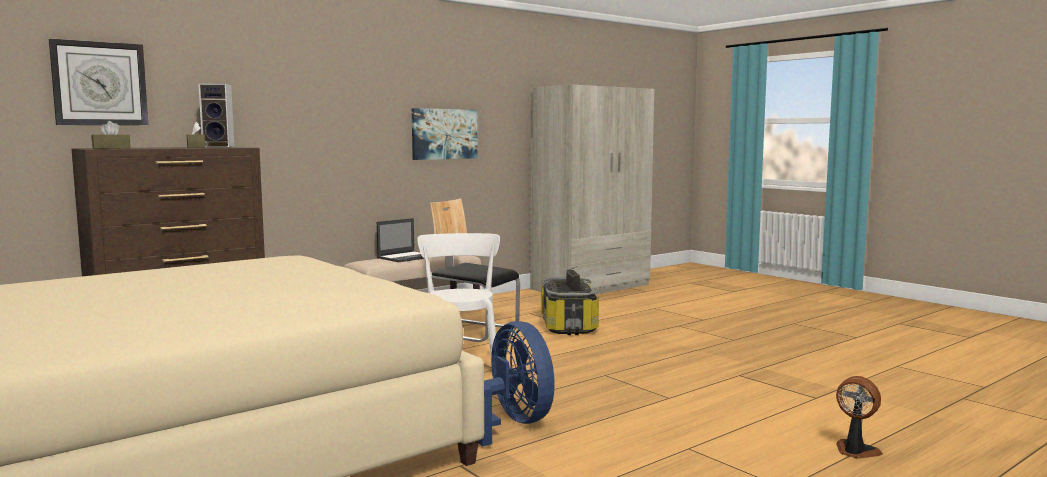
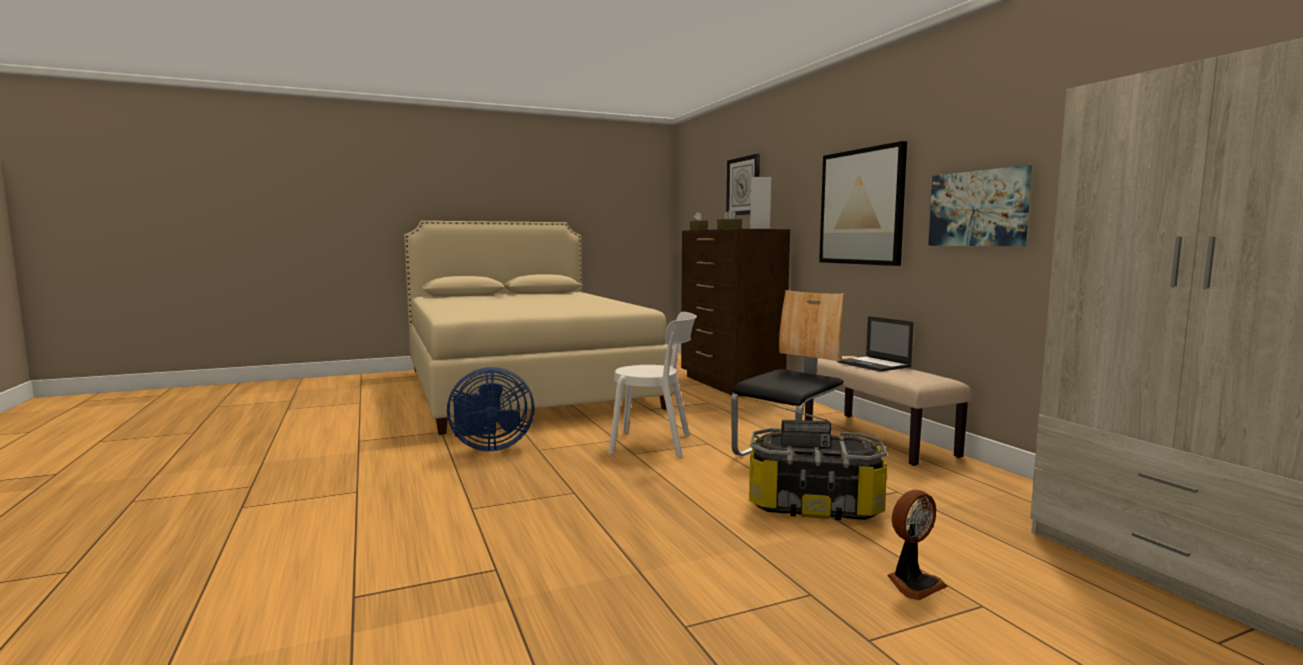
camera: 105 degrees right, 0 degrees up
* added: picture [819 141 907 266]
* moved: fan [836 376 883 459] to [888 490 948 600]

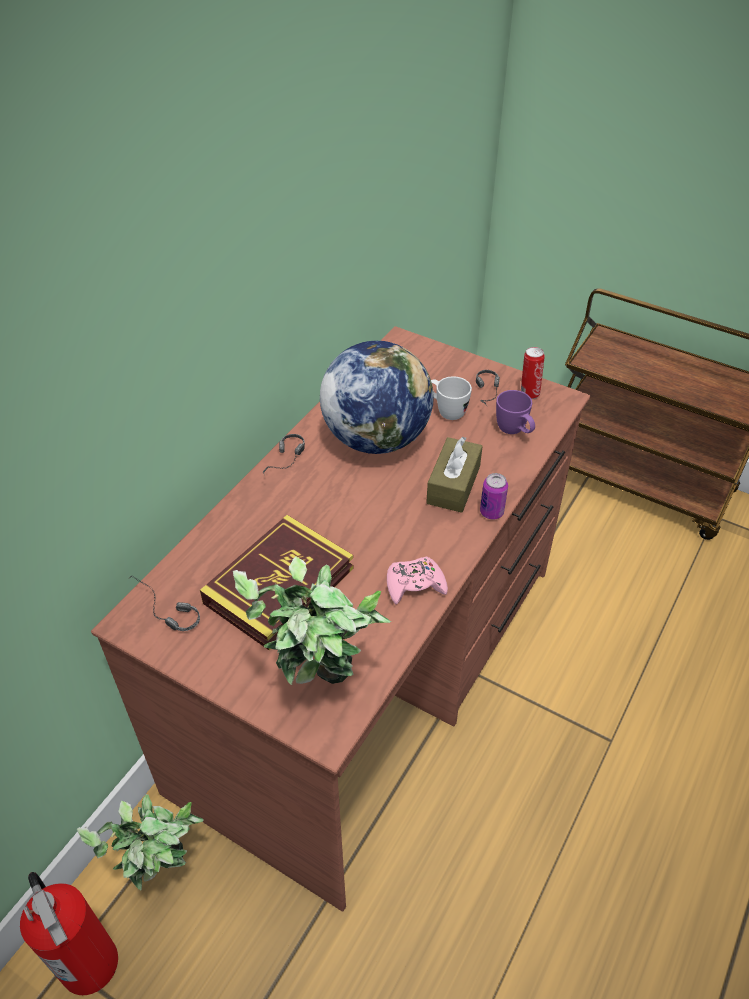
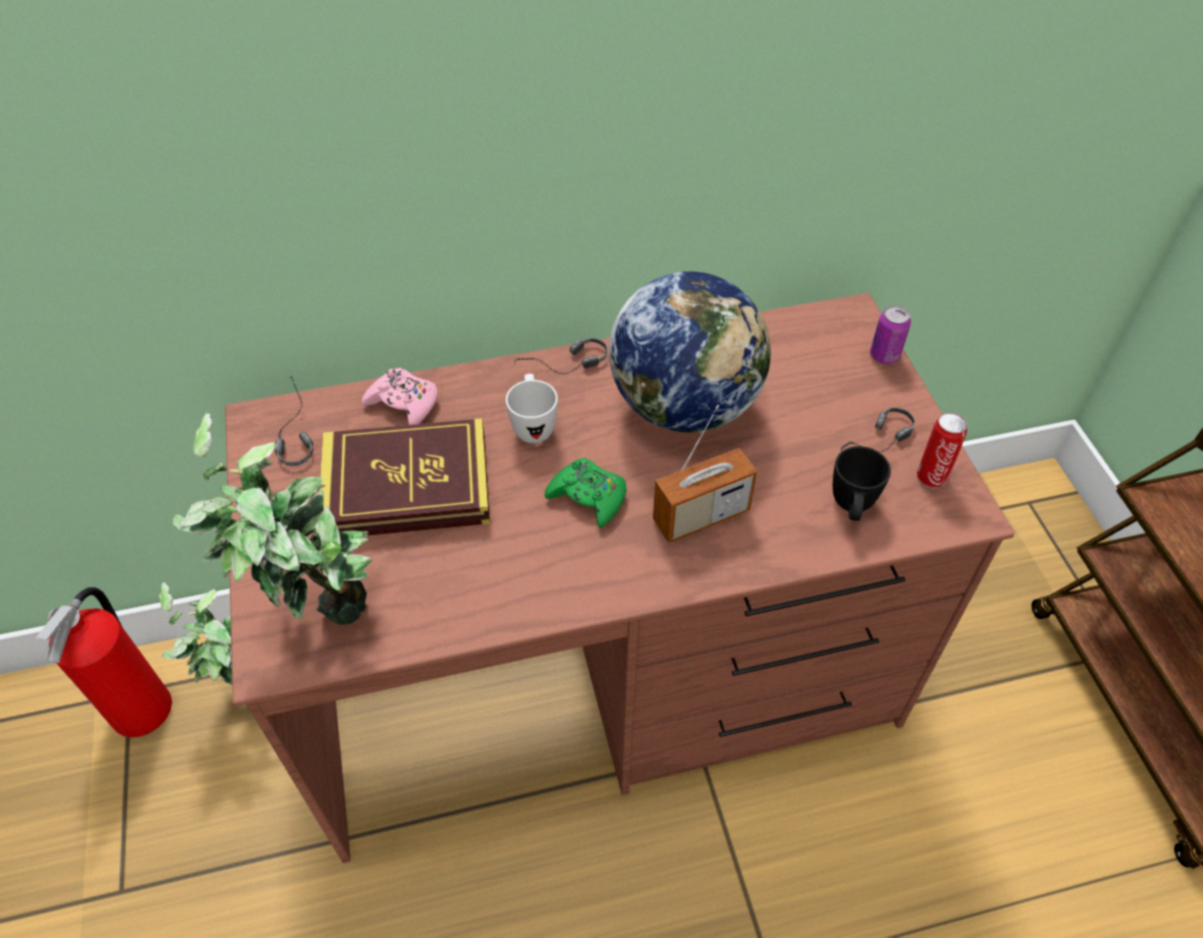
camera: 45 degrees right, 5 degrees up
* added: green game controller [545 458 626 528]
* moved: pink game controller [387 557 448 605] to [362 368 438 425]
* moved: white mug [431 376 472 420] to [506 374 558 443]
* moved: can [480 473 508 519] to [870 306 911 364]
* replaced: brown tissue box [426 437 483 513] to radio [653 405 757 543]
* recoloured: purple mug [496 390 535 434] to black mug [833 446 891 521]

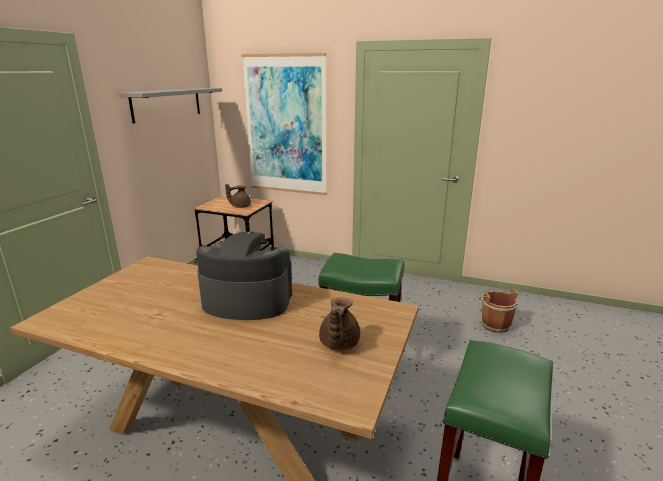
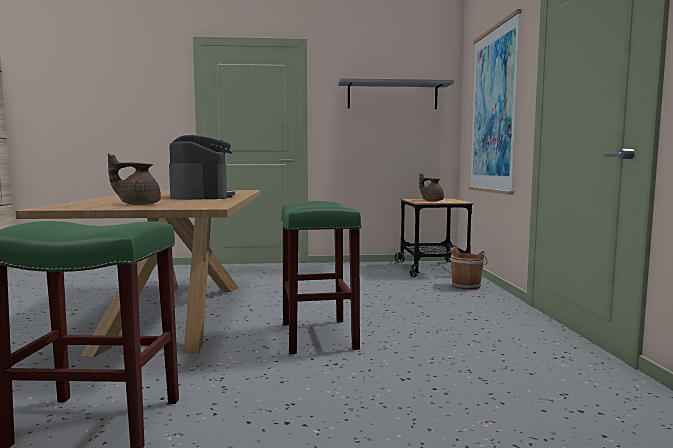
camera: 65 degrees right, 15 degrees down
* moved: brown bucket [479 289 518 333] to [450 247 487 290]

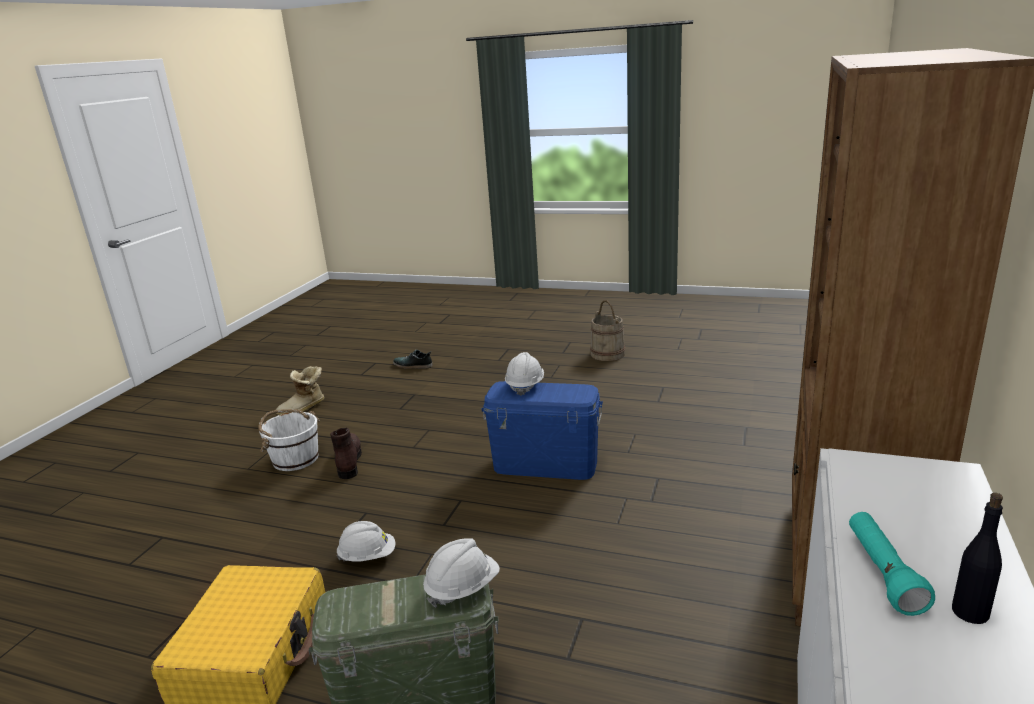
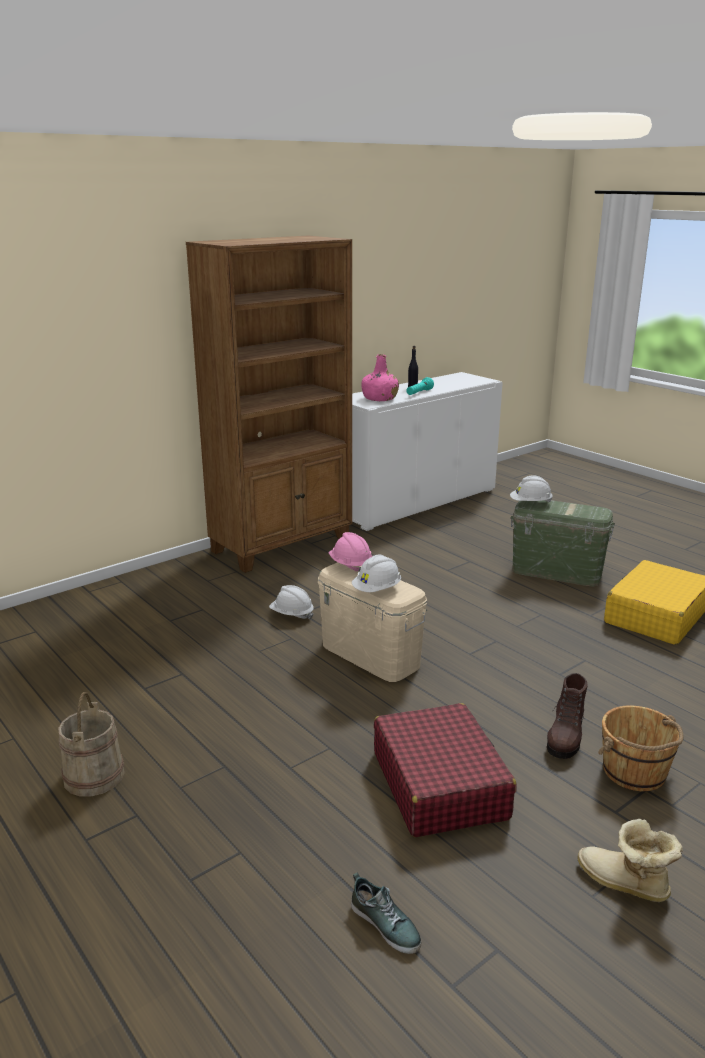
camera: 150 degrees left, 0 degrees up
* added: pink hard hat [329 532 372 572]
* added: pink bottle [362 354 399 401]
* added: red suitcase [374 703 517 837]
* moved: white hard hat [336 521 395 562] to [269 585 314 619]
* recoloured: white bucket [258 409 320 471] to brown bucket [598 705 684 791]
* recoloured: blue storage box [481 381 603 480] to beige storage box [318 562 427 682]
* turned: boot [276 366 325 415] = [578 819 683 902] 135 degrees counterclockwise

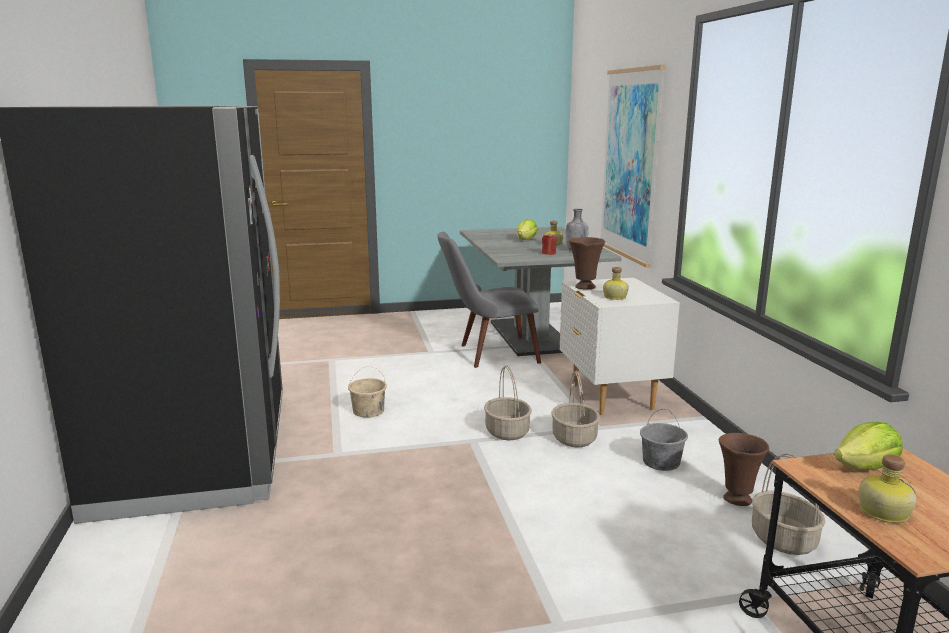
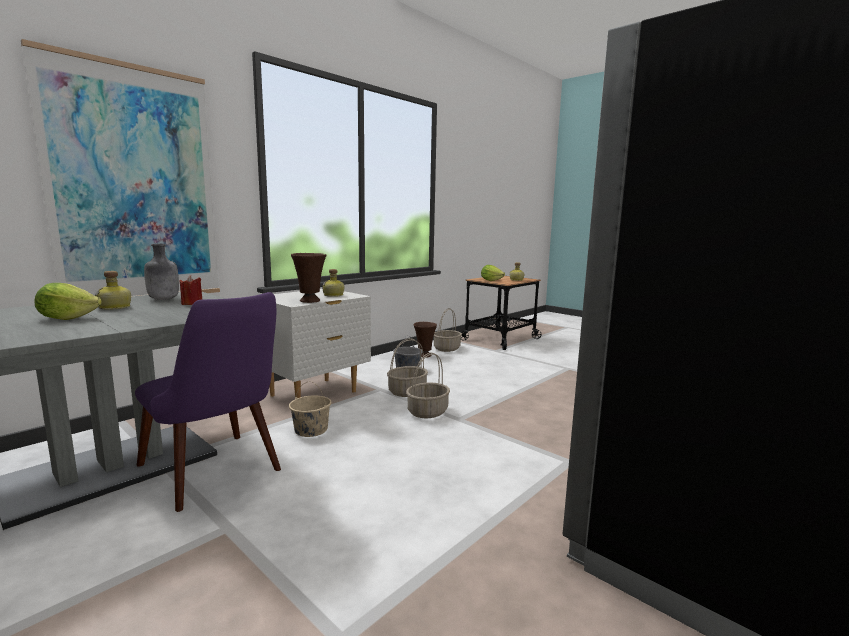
camera: 125 degrees left, 5 degrees down
* moved: beige bucket [348 366 387 418] to [289 381 331 437]
* recoloured: grey chair [438 232 541 368] to purple chair [135 292 281 512]

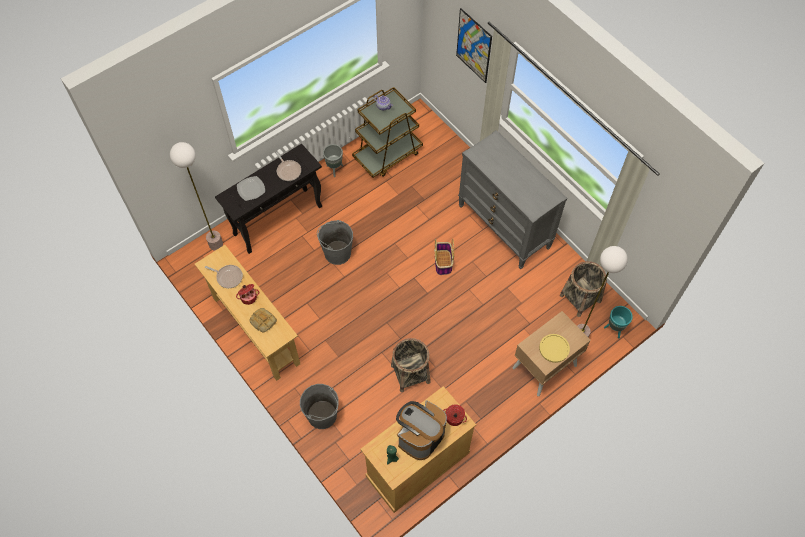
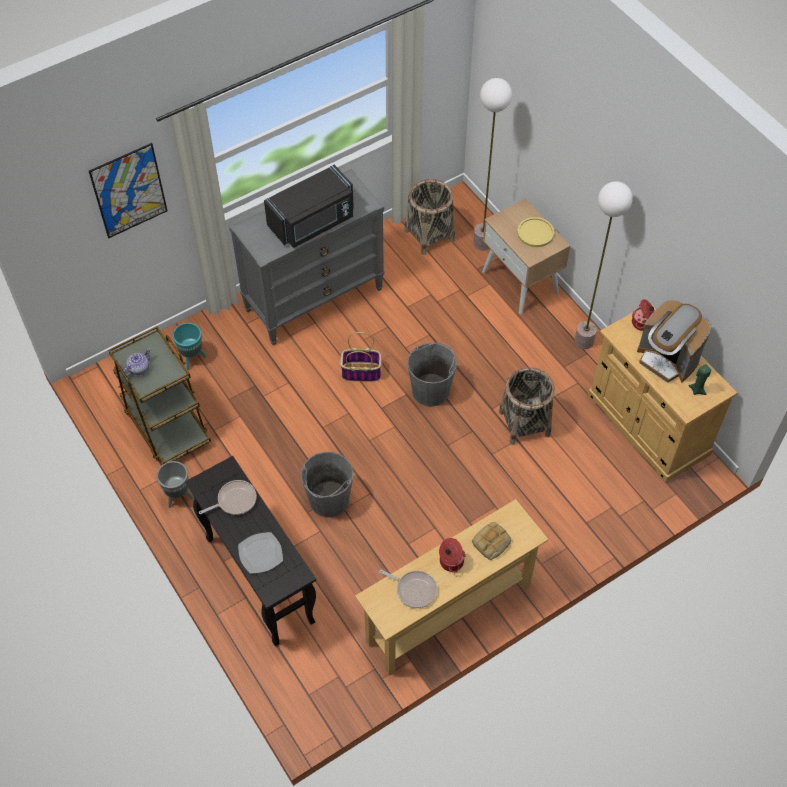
camera: 85 degrees left, 5 degrees down
* added: black microwave [264 165 354 248]
* moved: floor lamp [170 142 223 251] to [574 181 633 349]
* moved: grey bucket [300 384 339 429] to [407 343 457 407]
* moved: turquoise planter [604 306 633 338] to [172 323 207 370]
* turned: frying pan [205 265 243 288] = [379 569 437 608] 90 degrees clockwise

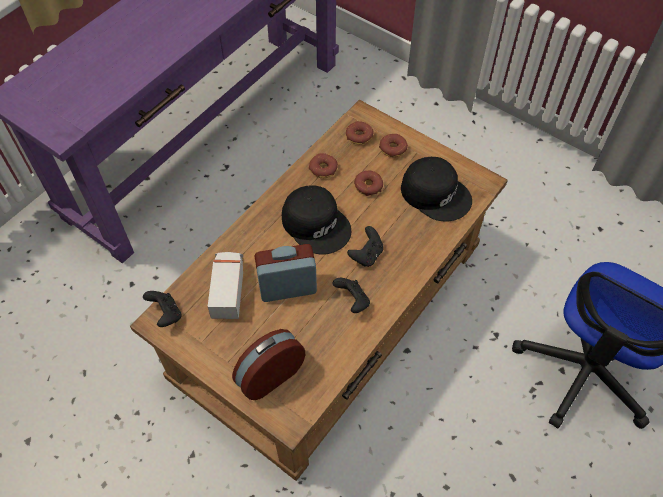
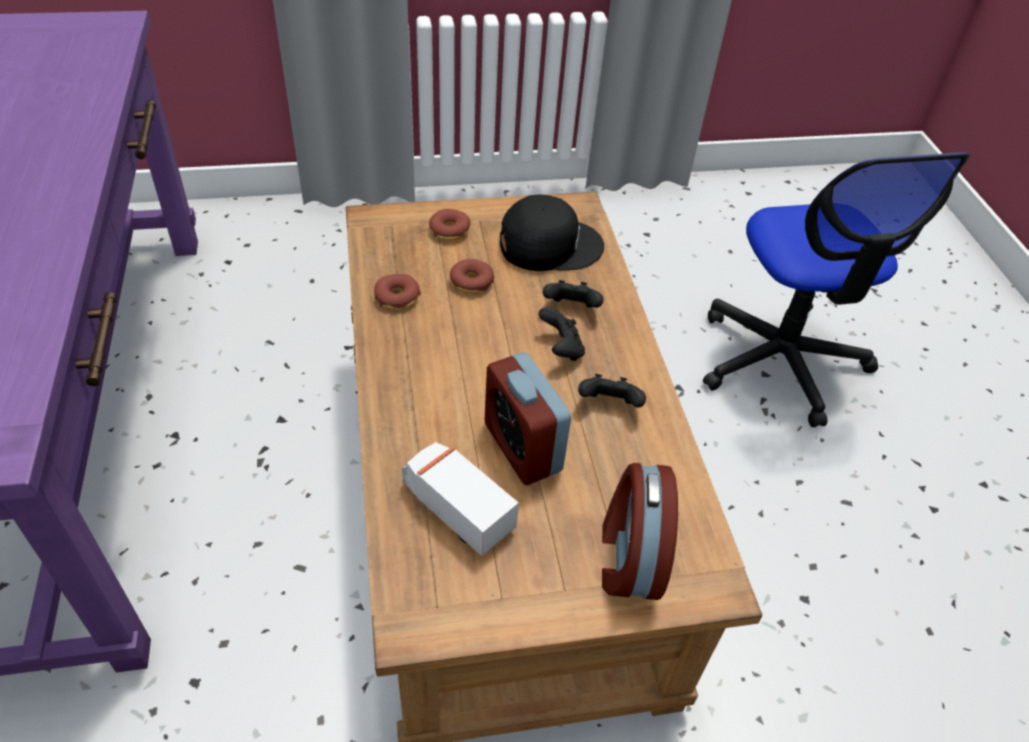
camera: 50 degrees left, 10 degrees down
* removed: black cap [282 185 351 255]
* removed: donut [346 121 373 145]
* moved: black game controller [143 291 182 327] to [543 280 604 308]
* turned: alarm clock [254 244 317 302] = [485 352 571 485] 60 degrees counterclockwise

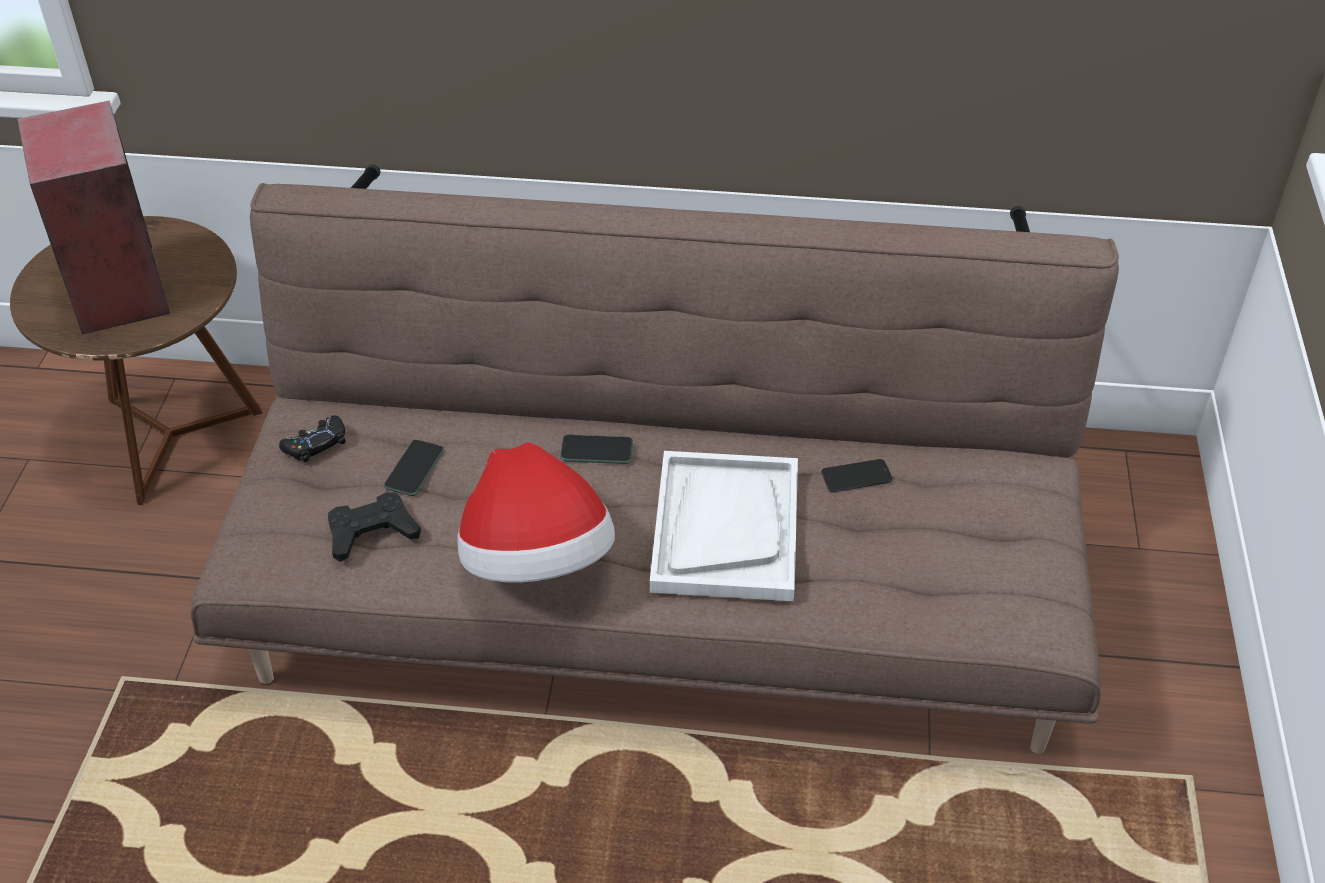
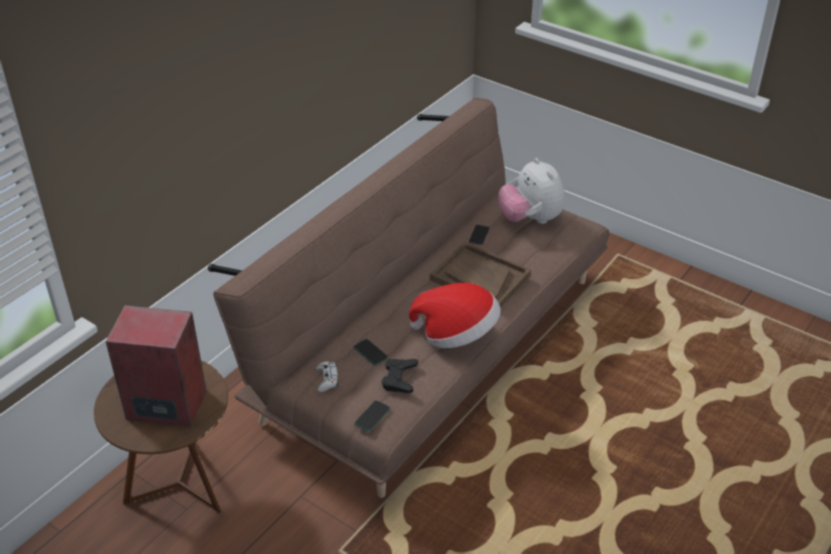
camera: 60 degrees left, 5 degrees down
* added: plush toy [498 158 565 224]
* moved: phone [560 435 633 464] to [354 400 390 432]
* recoloured: black game controller [279 416 346 463] to white game controller [315 361 338 392]
* recoloured: white tray [650 451 798 601] to brown tray [430 242 531 308]

